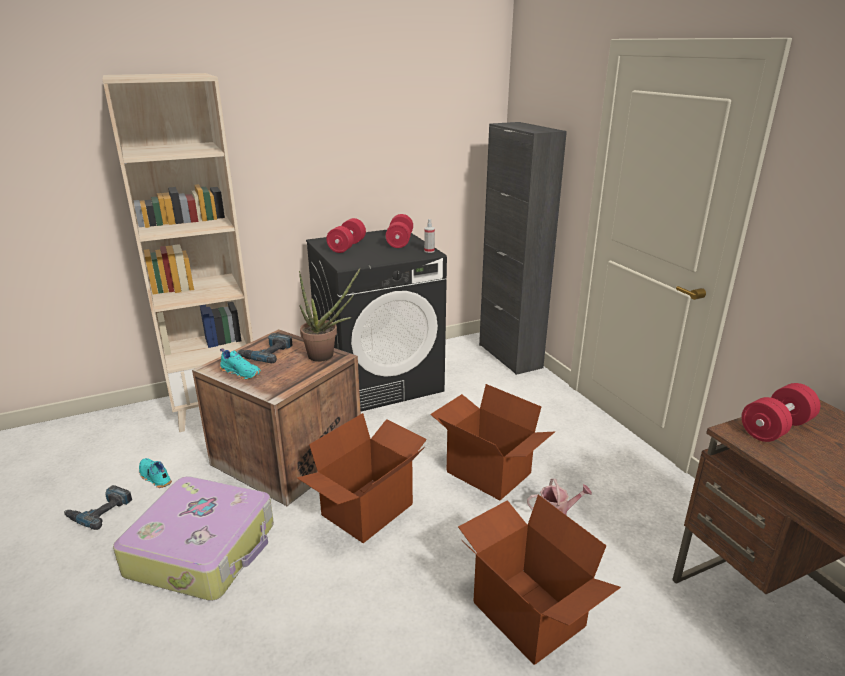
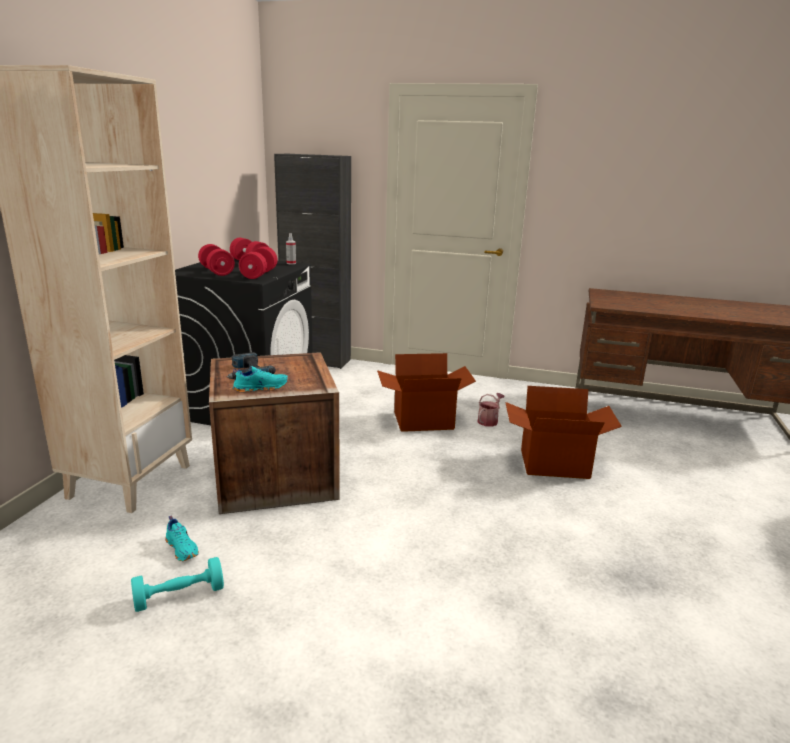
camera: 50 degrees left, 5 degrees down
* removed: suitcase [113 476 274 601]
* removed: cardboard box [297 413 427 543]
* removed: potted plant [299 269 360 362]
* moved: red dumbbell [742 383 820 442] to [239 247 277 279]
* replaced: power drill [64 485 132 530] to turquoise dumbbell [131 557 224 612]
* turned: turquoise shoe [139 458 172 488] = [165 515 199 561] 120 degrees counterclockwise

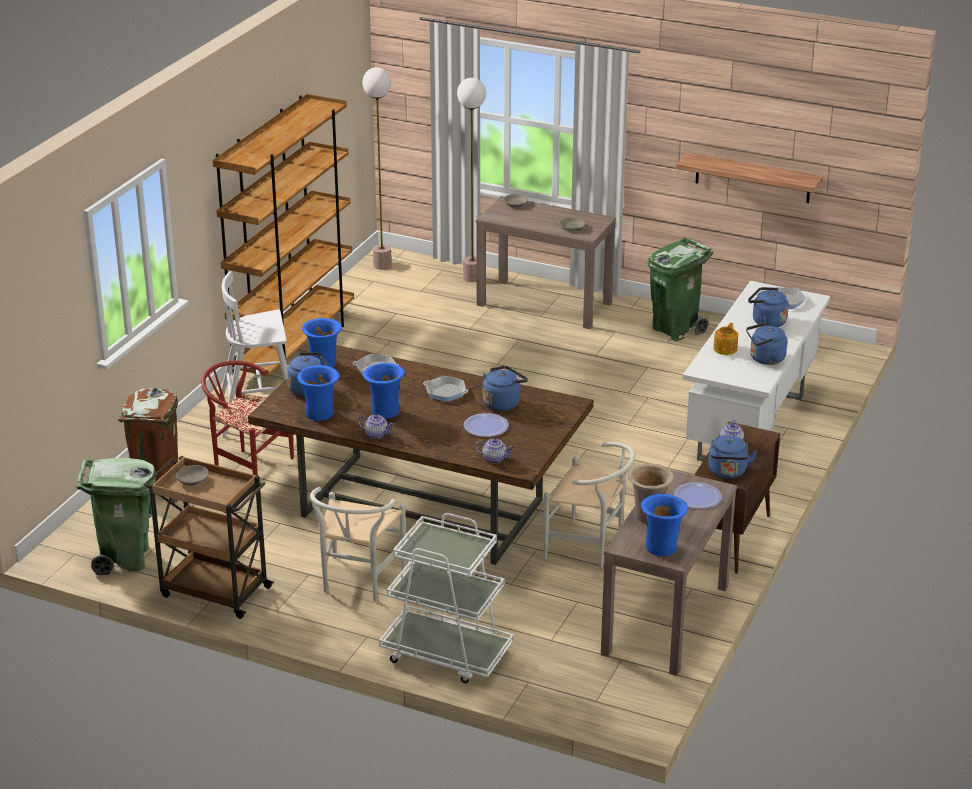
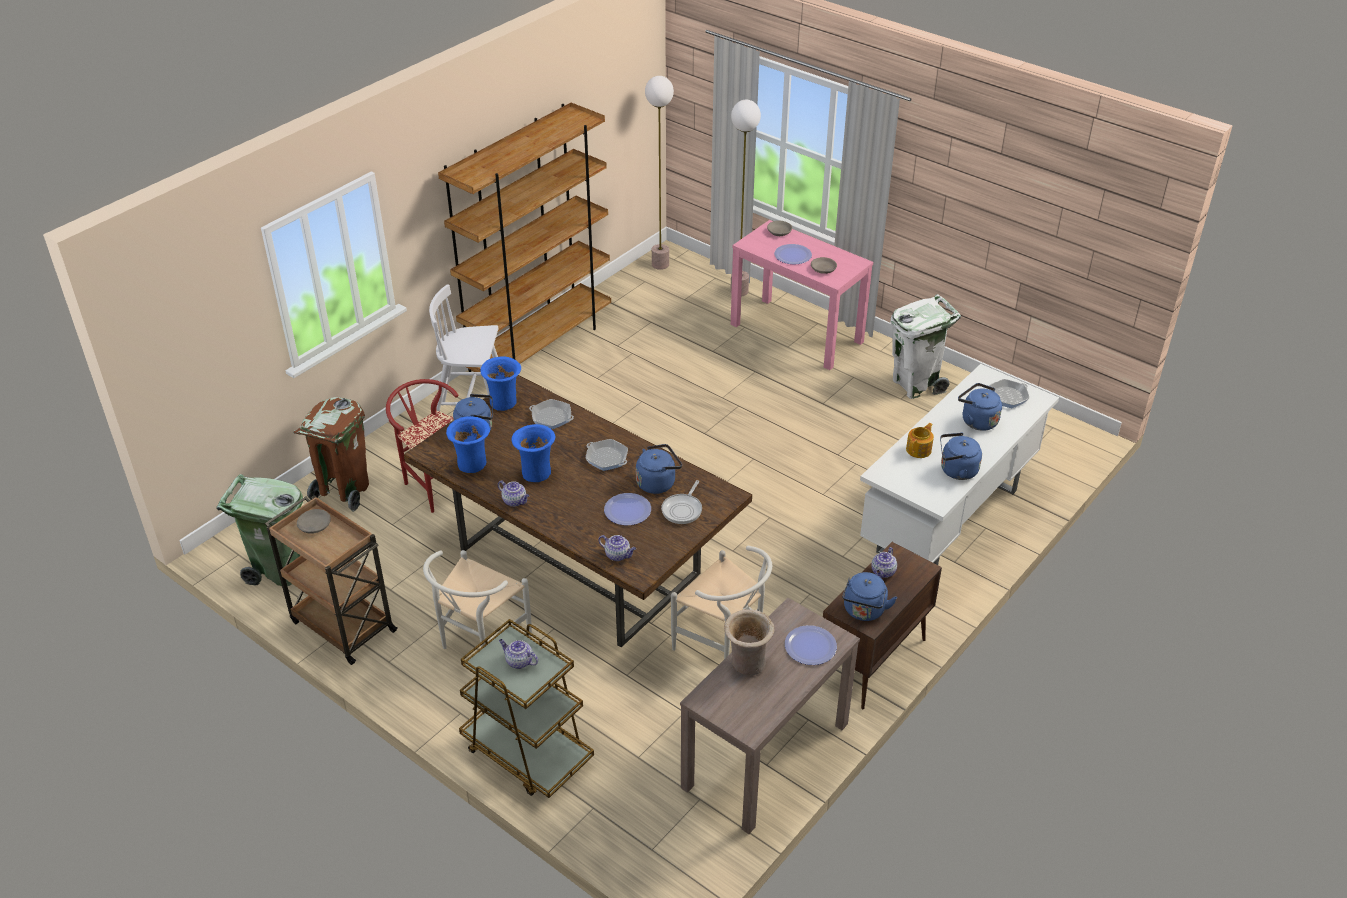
camera: 15 degrees right, 10 degrees up
* removed: blue vase [641 494 688 556]
* removed: shelf [676 153 823 203]
* added: teapot [499 639 538 669]
* added: frying pan [661 480 702 524]
* added: plate [774 244 812 264]
* recoloured: white cart [379 513 514 683] to brown cart [459 619 594 798]
* recoloured: brown console table [476 196 616 329] to pink console table [731 220 873 370]
* recoloured: green trash can [647 237 713 341] to white trash can [890 294 961 399]

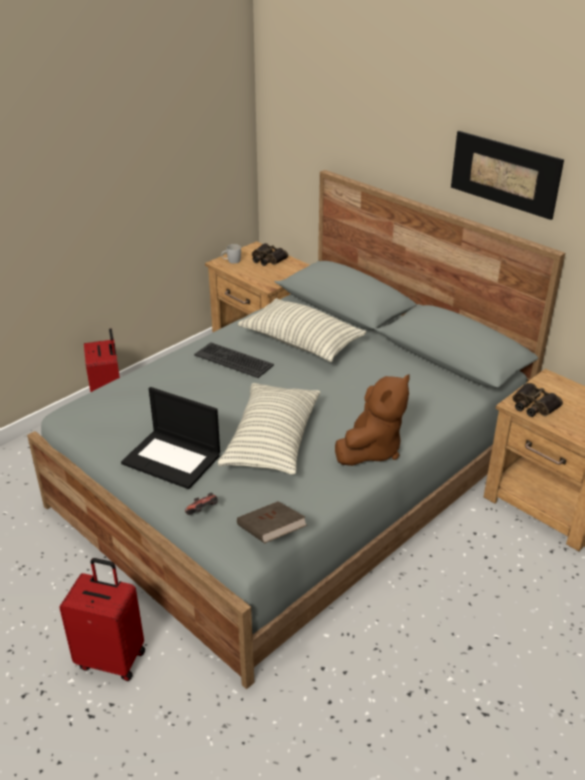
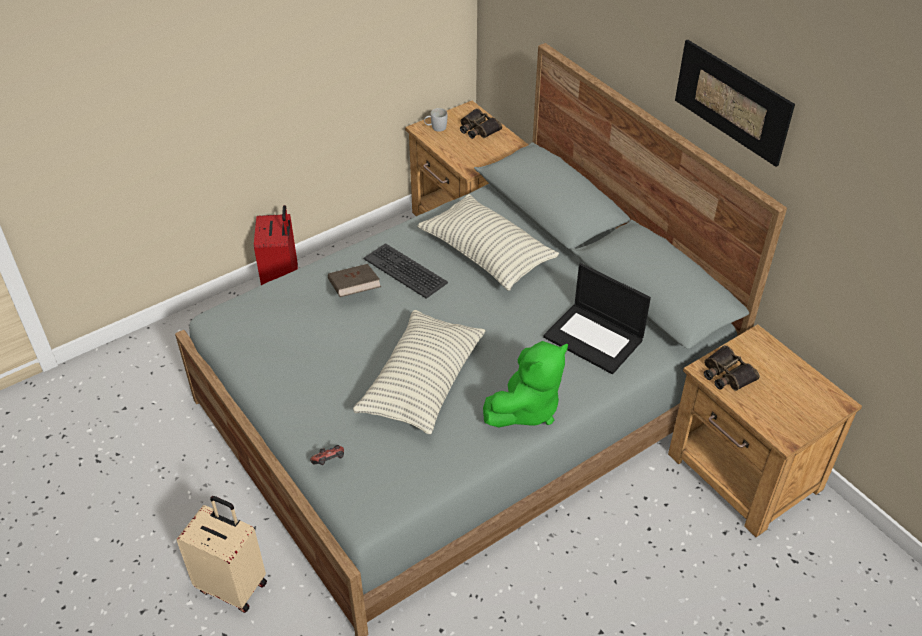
camera: 10 degrees right, 10 degrees up
* moved: laptop [121 387 220 489] to [543 263 651 374]
* moved: brown book [237 501 307 543] to [328 264 381 297]
* recoloured: red suitcase [59 558 145 681] to beige suitcase [176 496 267 613]
* recoloured: brown plush toy [335 374 410 466] to green plush toy [483 341 568 428]

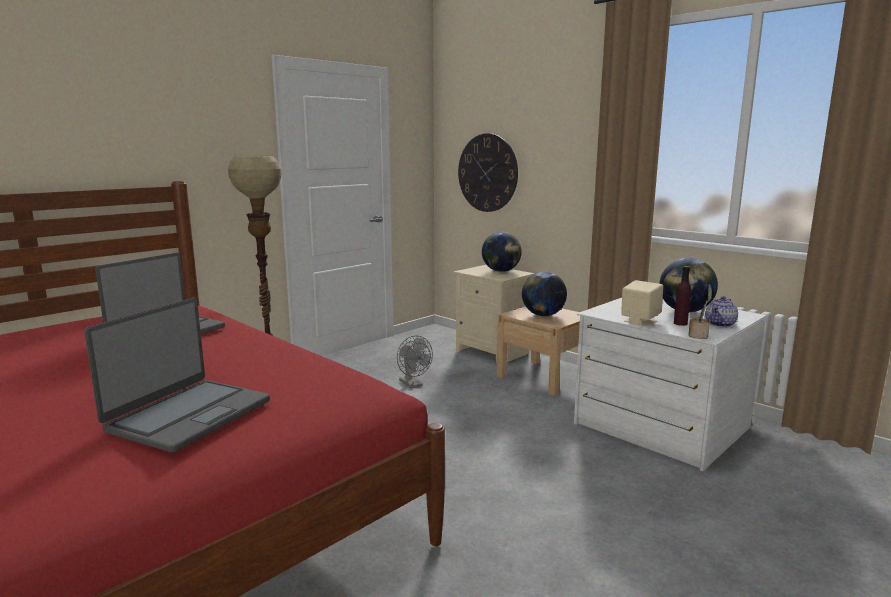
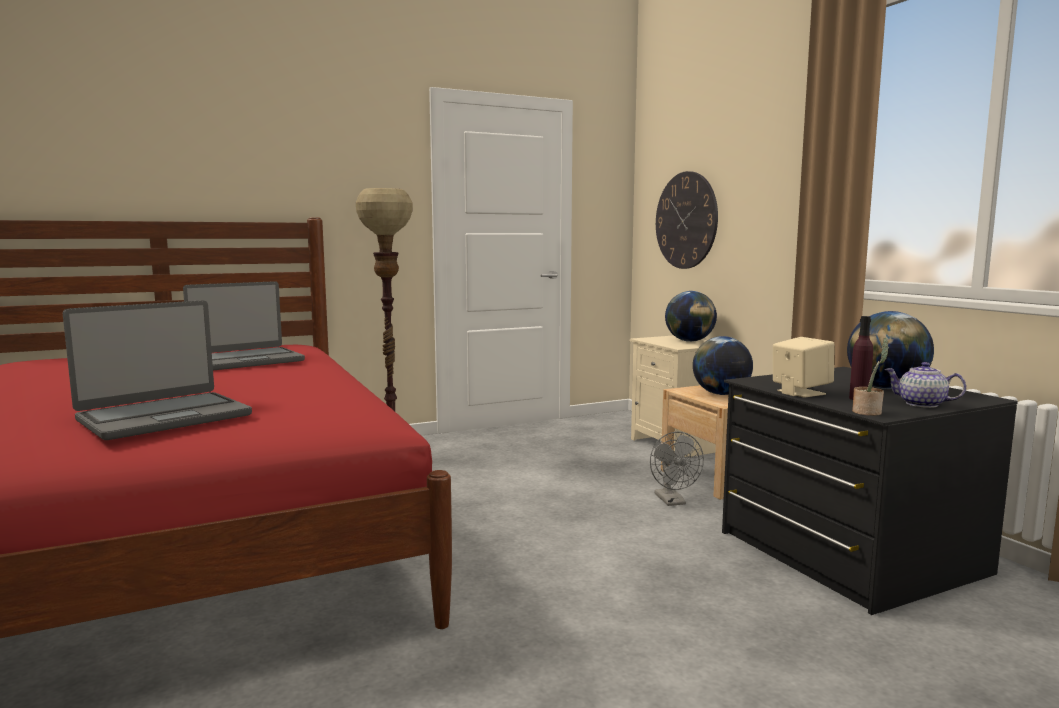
camera: 20 degrees right, 5 degrees down
* moved: grey fan [397 335 433 388] to [650 432 704 506]
* recoloured: white dresser [574 298 767 471] to black dresser [722 367 1018 615]
* turned: teapot [705 296 738 327] = [884 362 966 408] 60 degrees clockwise

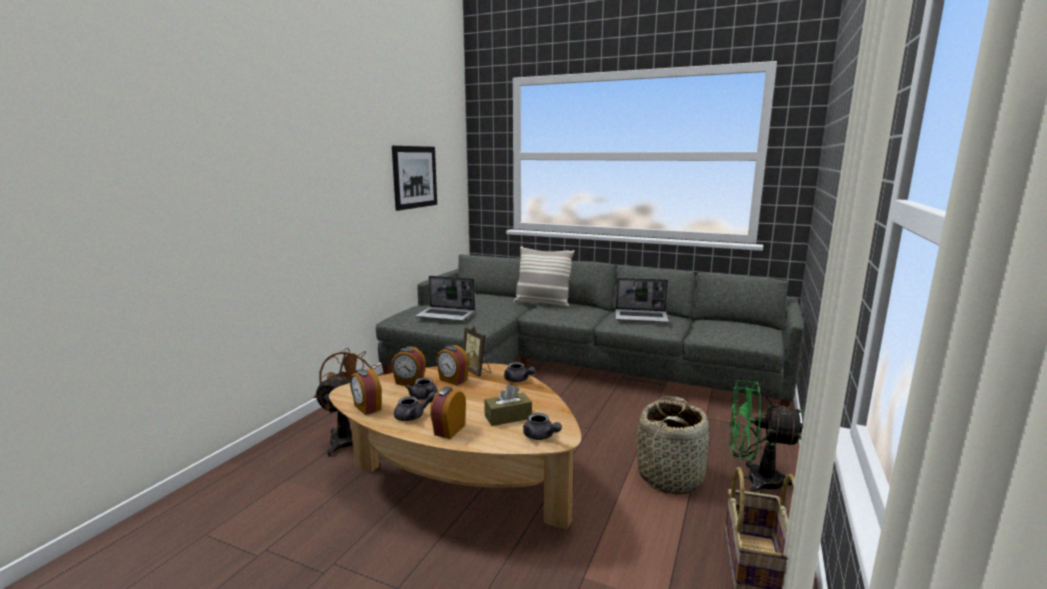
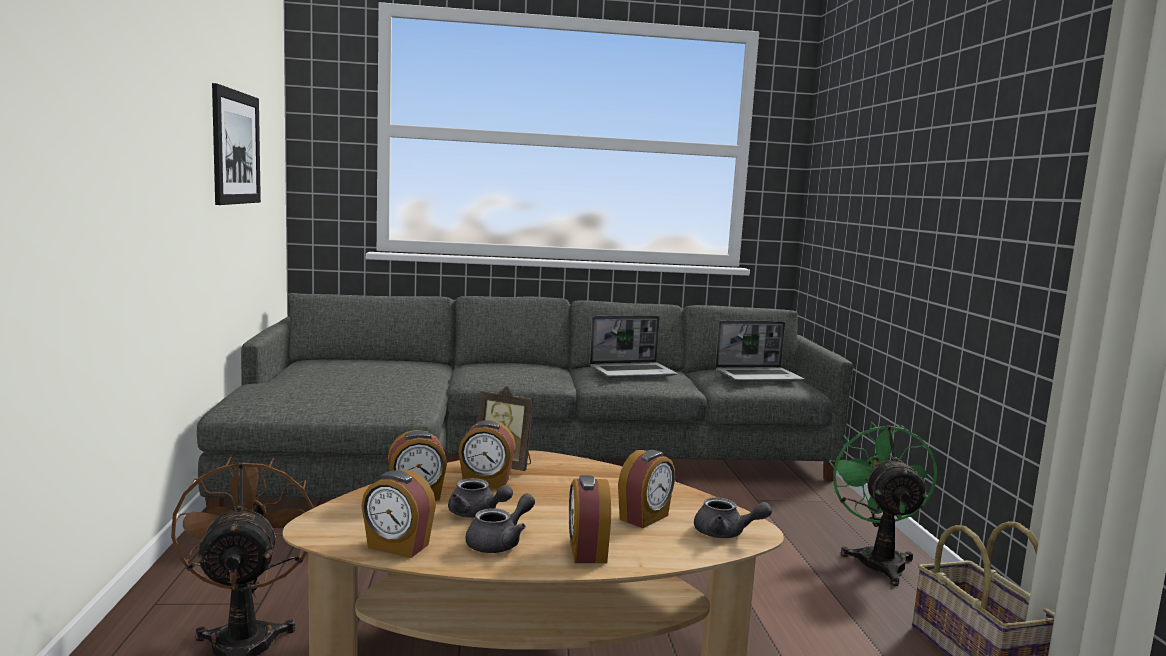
camera: 30 degrees left, 5 degrees down
* removed: grey teapot [504 362 535 382]
* removed: pillow [513 246 574 307]
* removed: basket [636 396 709 495]
* moved: laptop [415 276 475 321] to [715 320 804 382]
* replaced: brown tissue box [484 384 532 426] to alarm clock [618 450 675 528]
* turned: green fan [729 380 803 493] = [829 421 937 586] 105 degrees clockwise

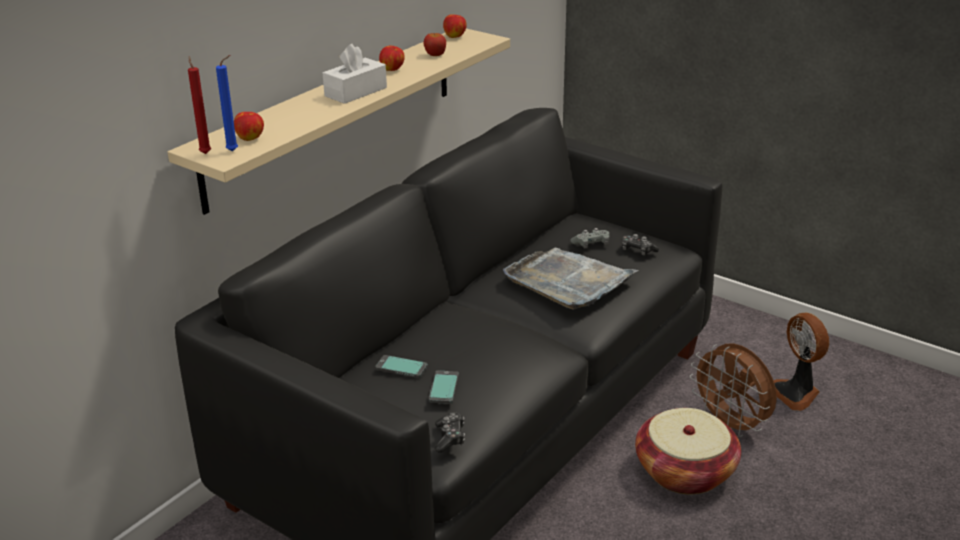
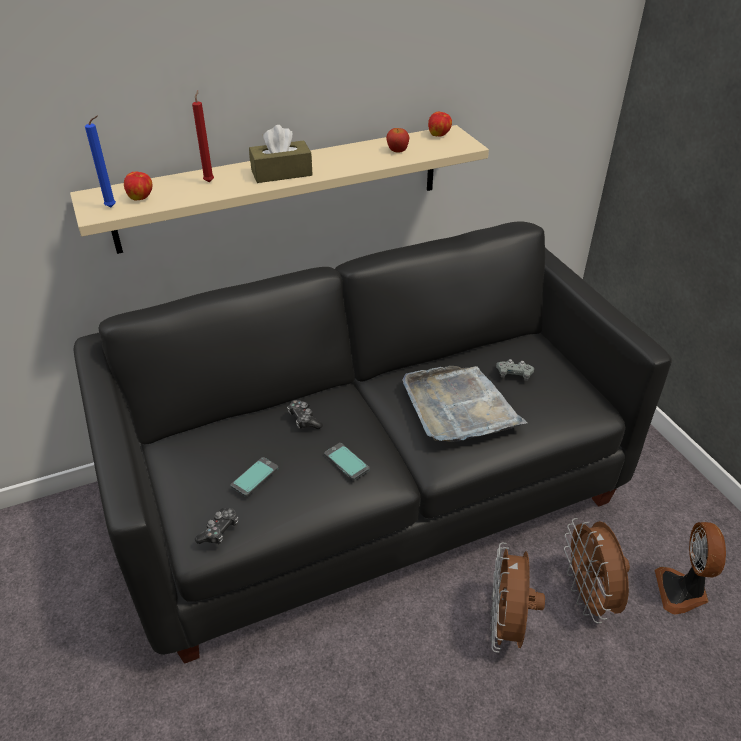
camera: 30 degrees right, 10 degrees up
* removed: apple [379 45 405 71]
* moved: red candle [188 56 211 154] to [192 90 214 182]
* moved: phone [375 355 428 378] to [324 443 370 480]
* moved: game controller [622 234 659 255] to [287 400 323 429]
* replaced: basket [635 408 741 494] to brown fan [490 543 545 653]
* recoloured: white tissue box [323 44 387 104] to brown tissue box [249 125 313 183]

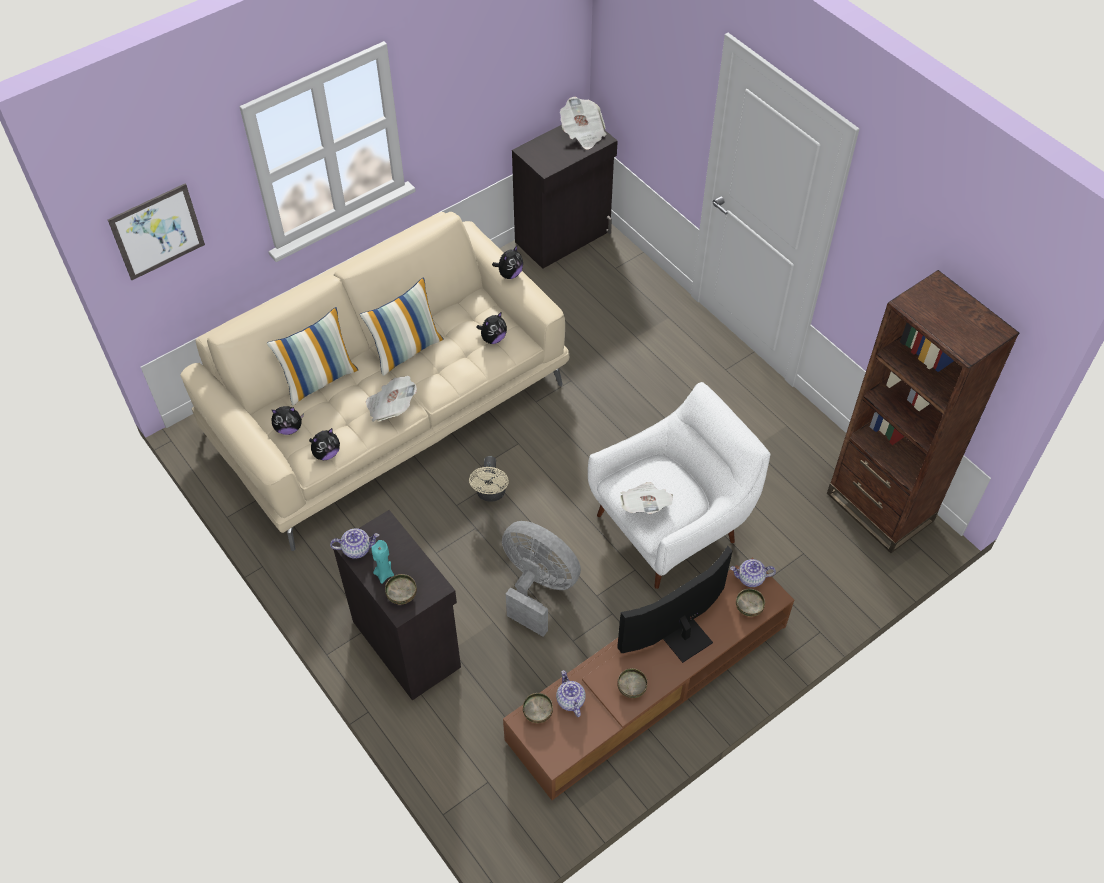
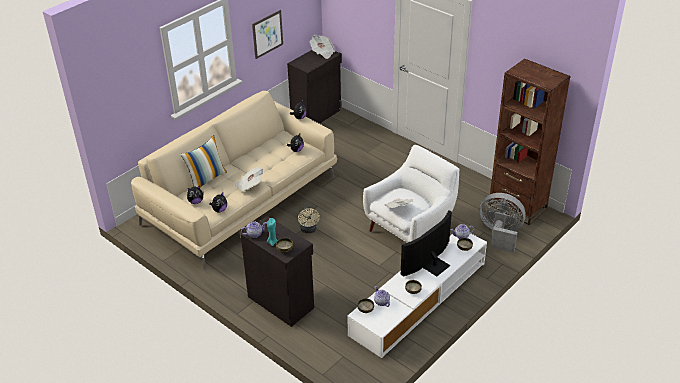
camera: 10 degrees left, 15 degrees down
* removed: pillow [360 277 444 376]
* moved: picture [108 184 205 280] to [252 10 283 59]
* moved: grey fan [502 521 581 637] to [479 193 526 253]
* recoloured: brown tv stand [503 558 794 800] to white tv stand [347 233 487 358]

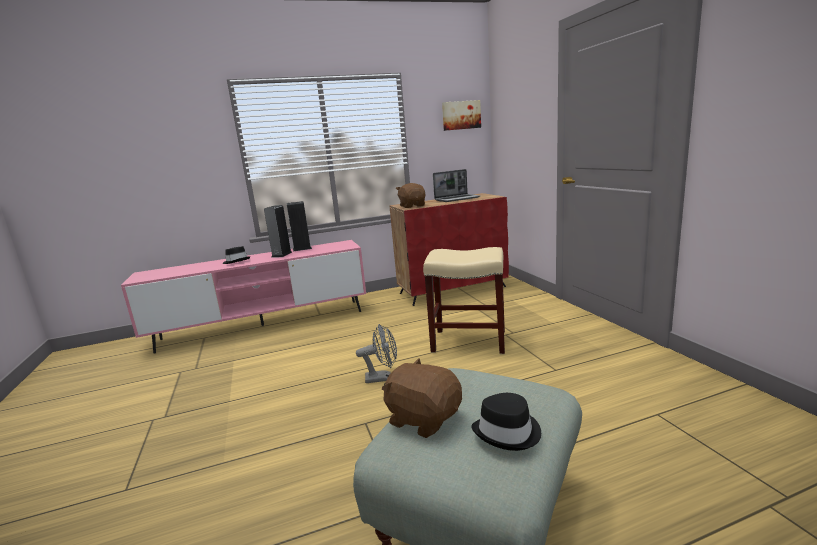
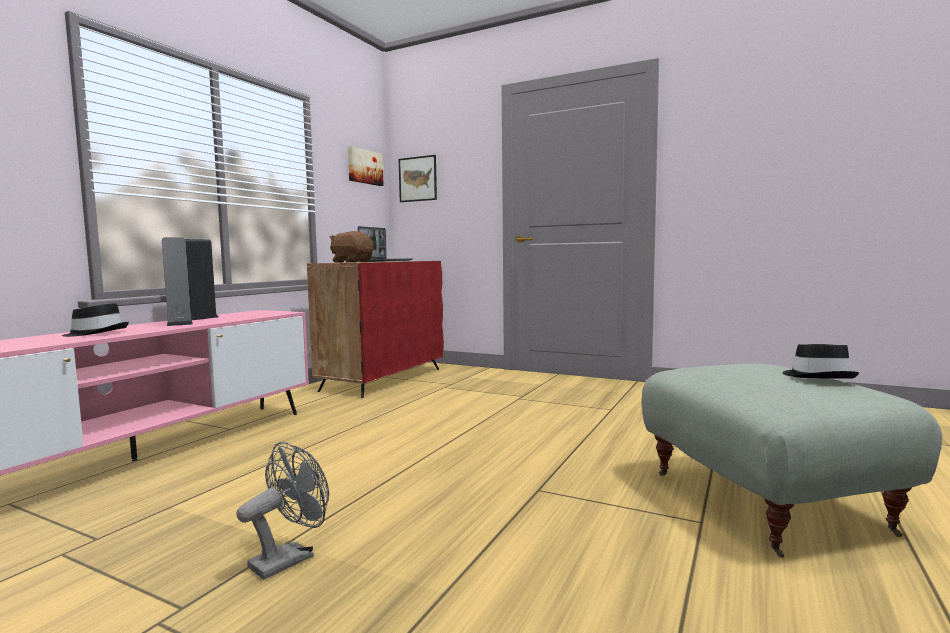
camera: 45 degrees left, 10 degrees down
* removed: brown plush toy [382 359 462 438]
* removed: beige stool [423 247 505 354]
* added: picture [399 155 437 202]
* moved: grey fan [356 324 397 383] to [237 442 329 579]

